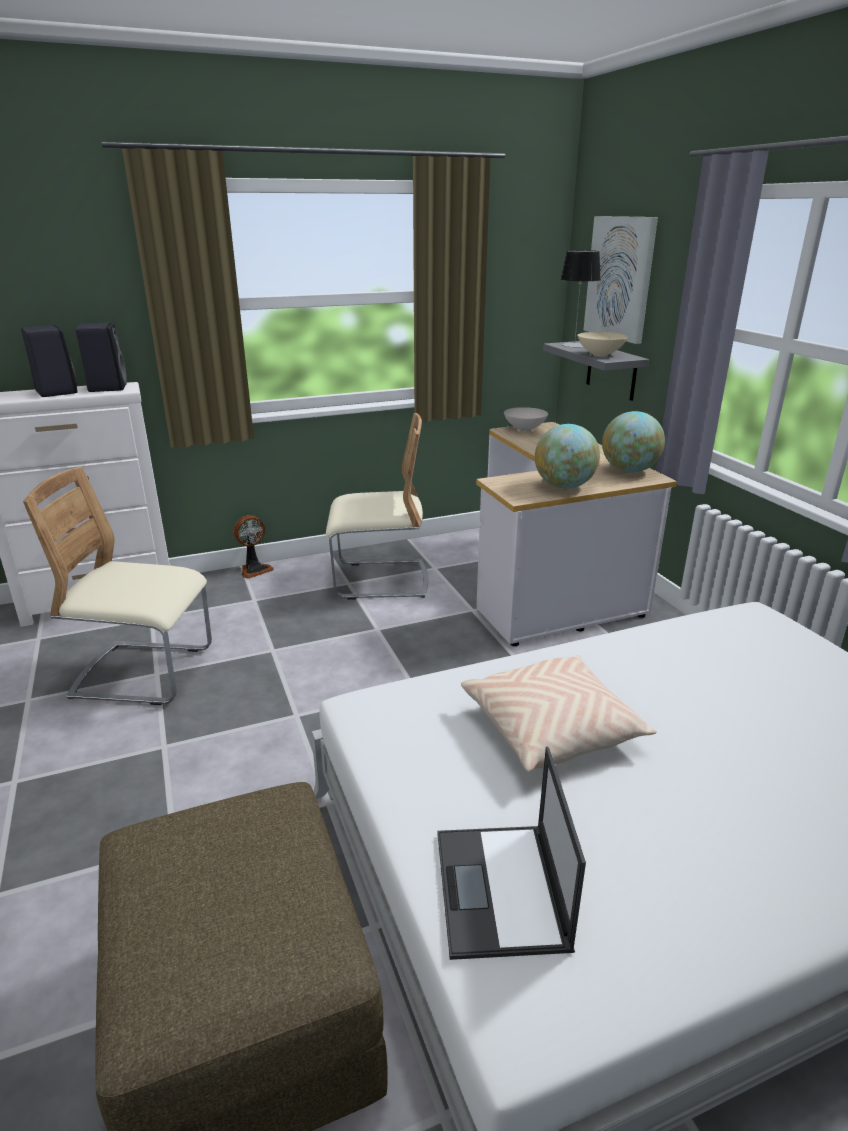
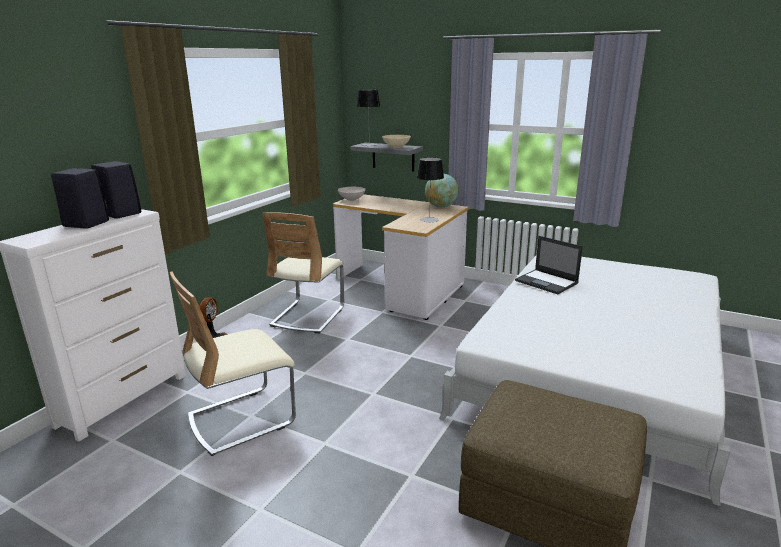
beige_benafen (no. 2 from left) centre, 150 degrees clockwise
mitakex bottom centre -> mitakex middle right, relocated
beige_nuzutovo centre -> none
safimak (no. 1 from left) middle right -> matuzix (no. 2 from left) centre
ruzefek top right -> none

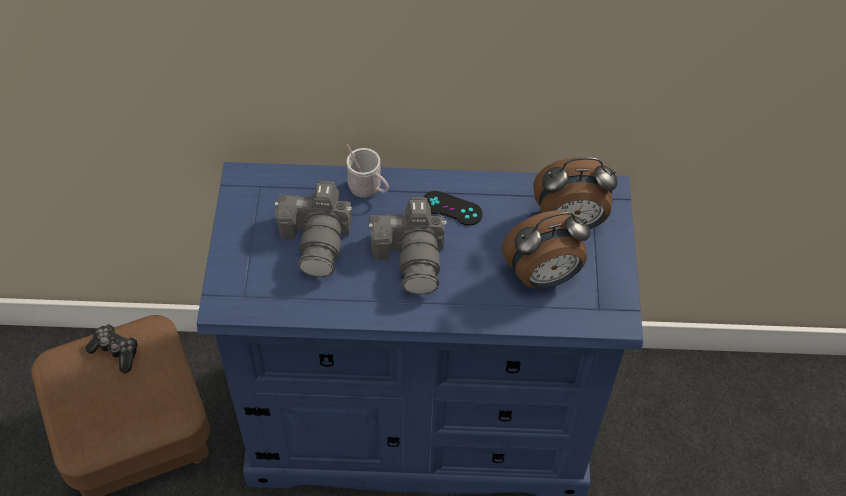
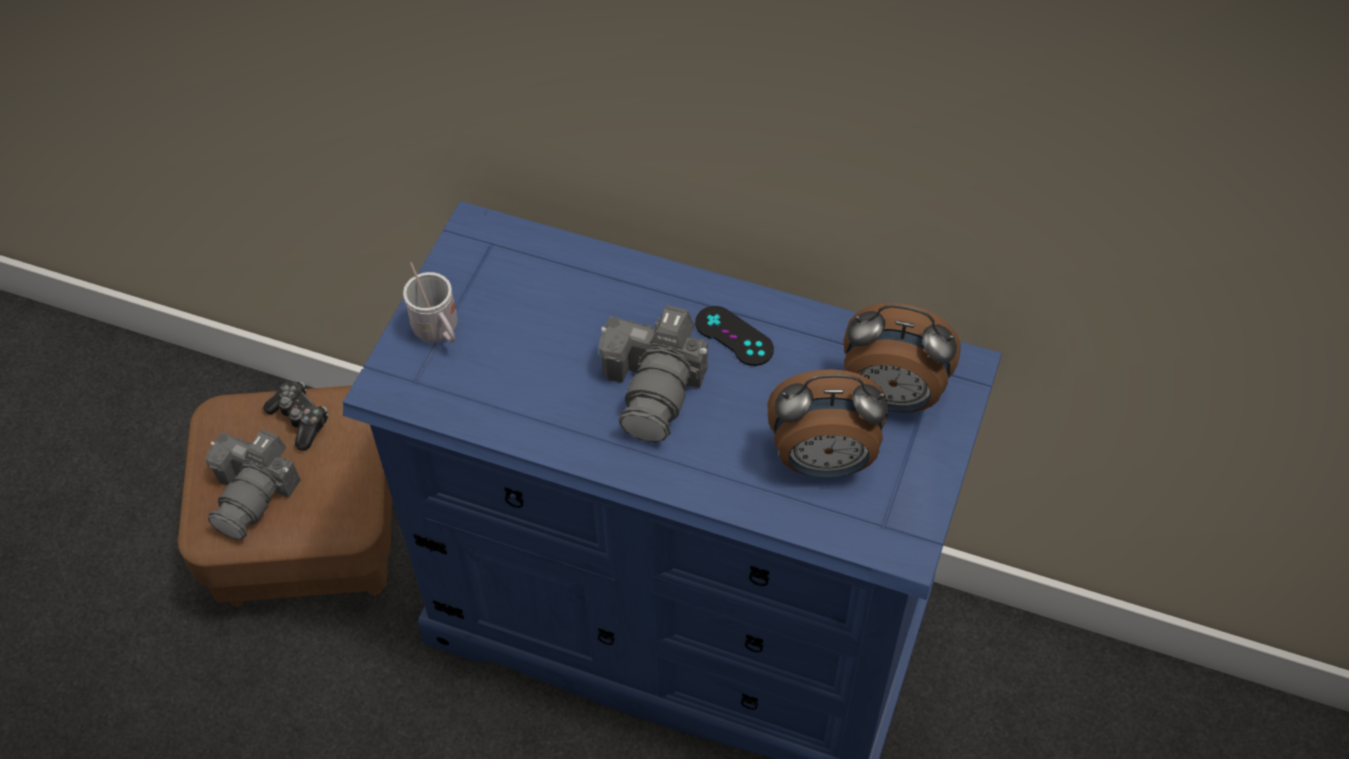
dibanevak (no. 1 from left) centre -> dibanevak (no. 1 from left) middle left, relocated
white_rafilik centre -> white_rafilik middle left, relocated

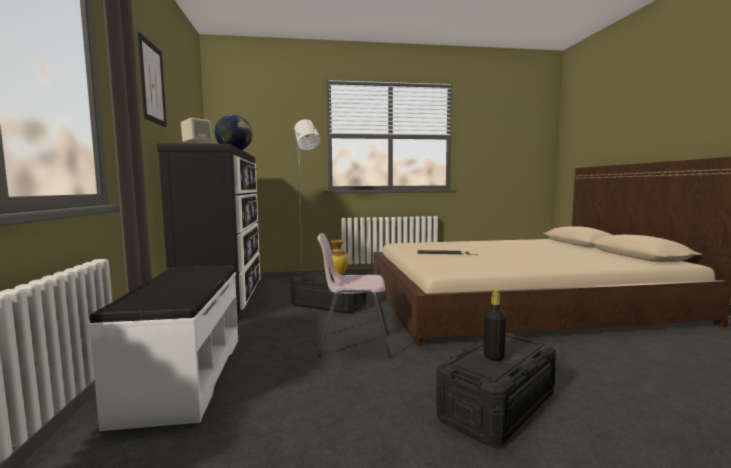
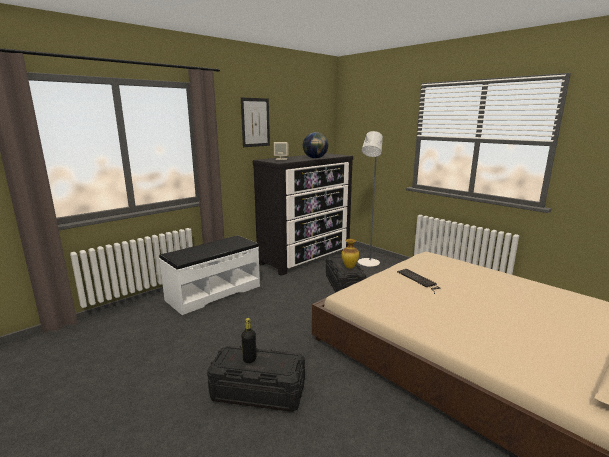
pink_benafen centre -> none

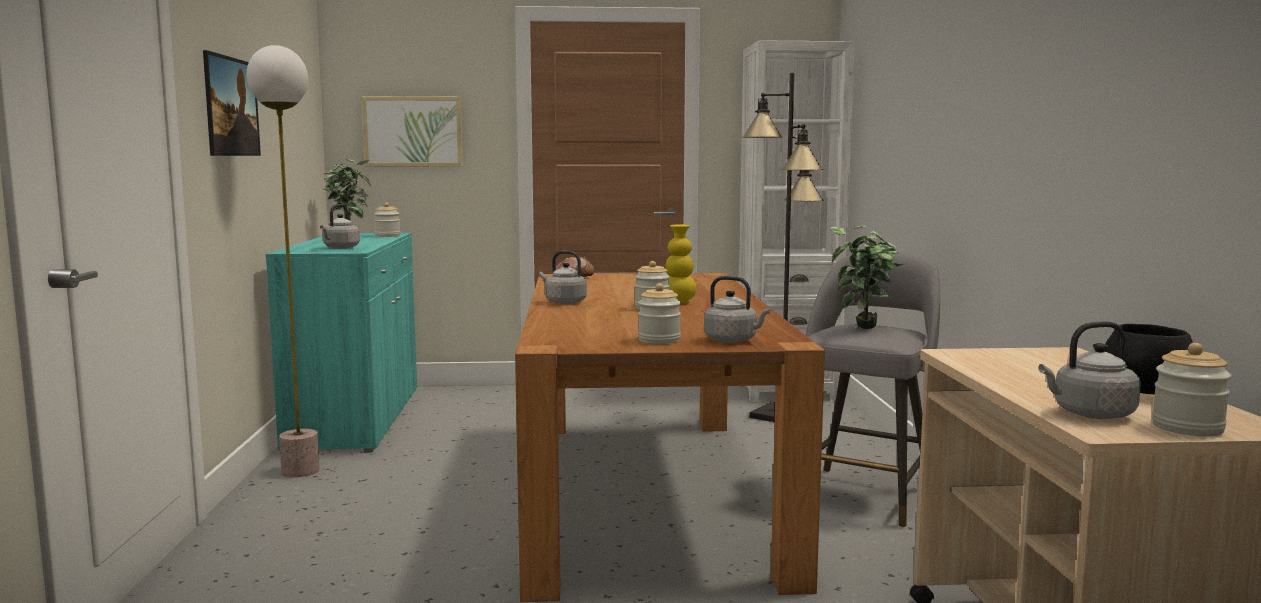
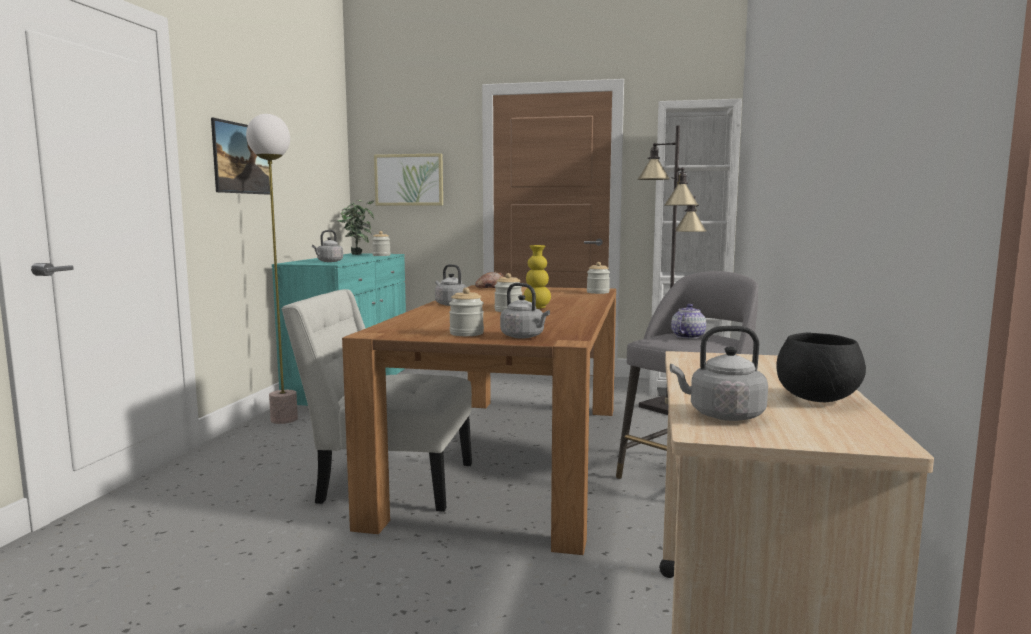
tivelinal (no. 2 from left) middle right -> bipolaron middle right
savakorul (no. 4 from left) middle right -> savakorul (no. 4 from left) centre, relocated
none -> white_benafen centre

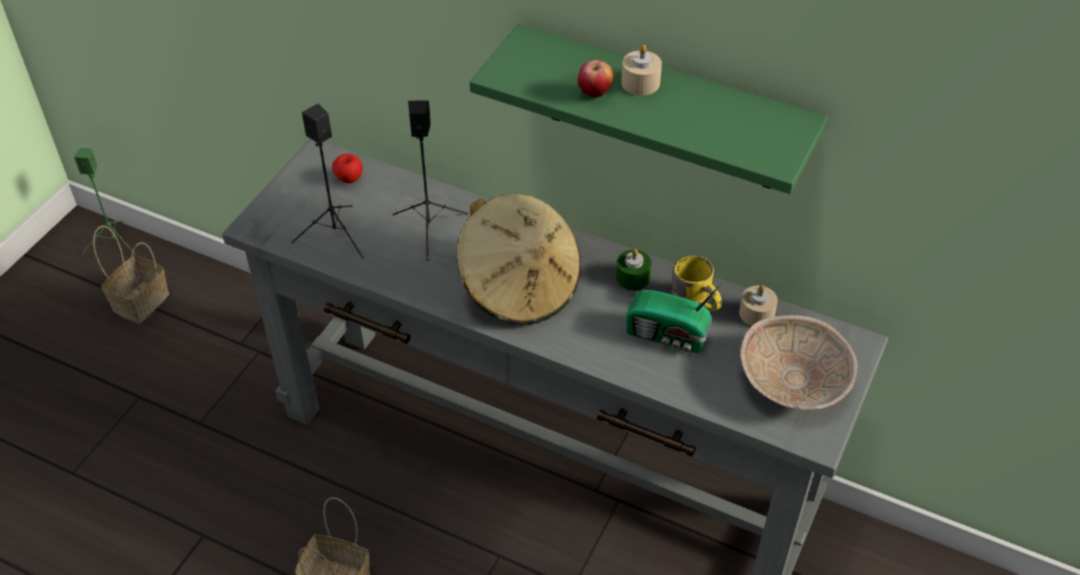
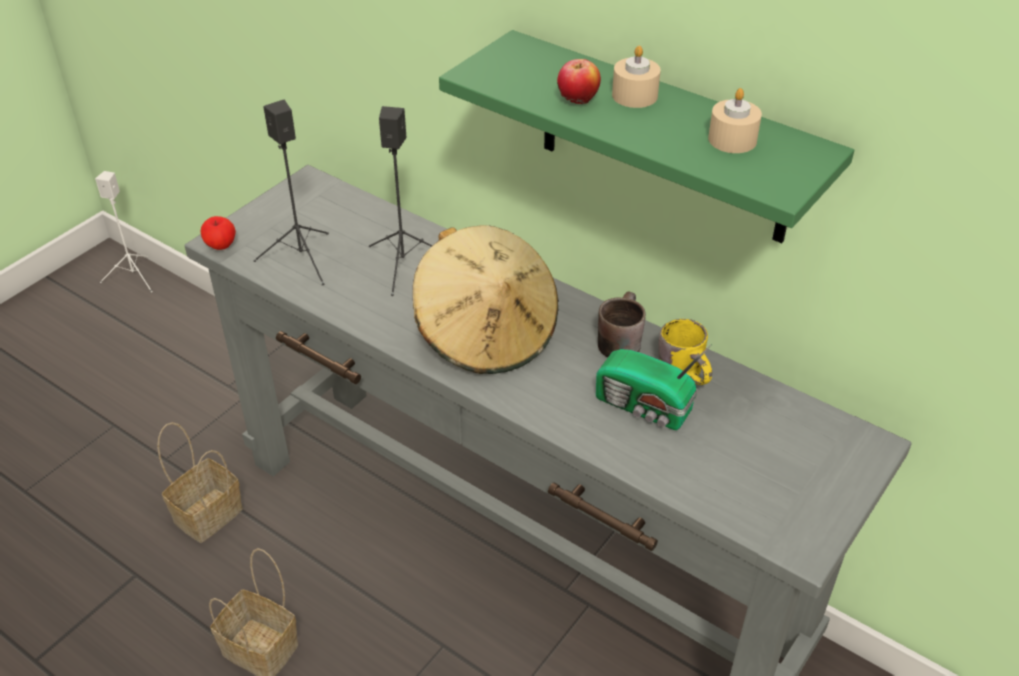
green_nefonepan middle left -> white_nefonepan middle left
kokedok (no. 1 from left) middle left -> kokedok (no. 1 from left) bottom left, relocated
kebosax (no. 1 from left) top left -> kebosax (no. 1 from left) middle left, relocated
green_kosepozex centre -> brown_rafilik centre
beige_kosepozex (no. 2 from left) middle right -> beige_kosepozex (no. 2 from left) top right, relocated
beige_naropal middle right -> none

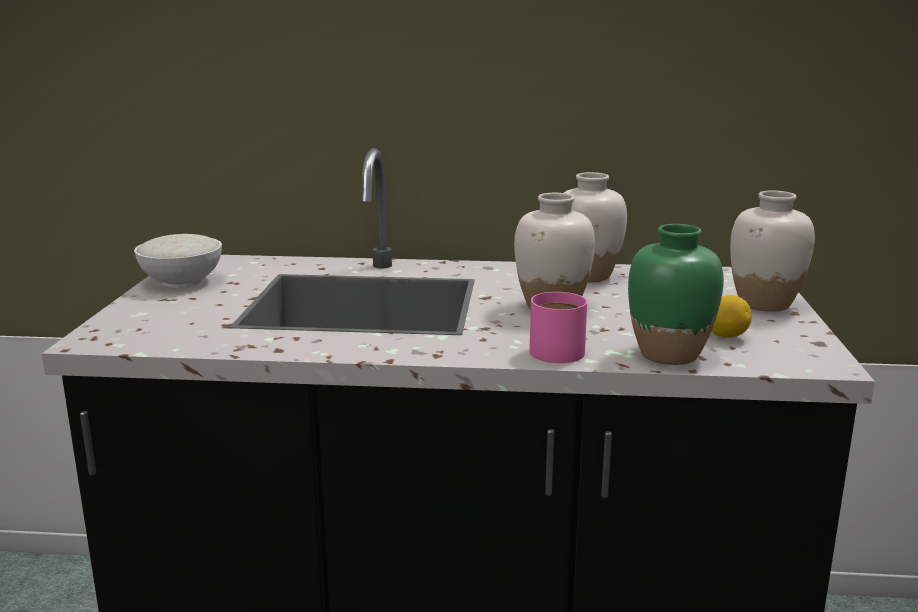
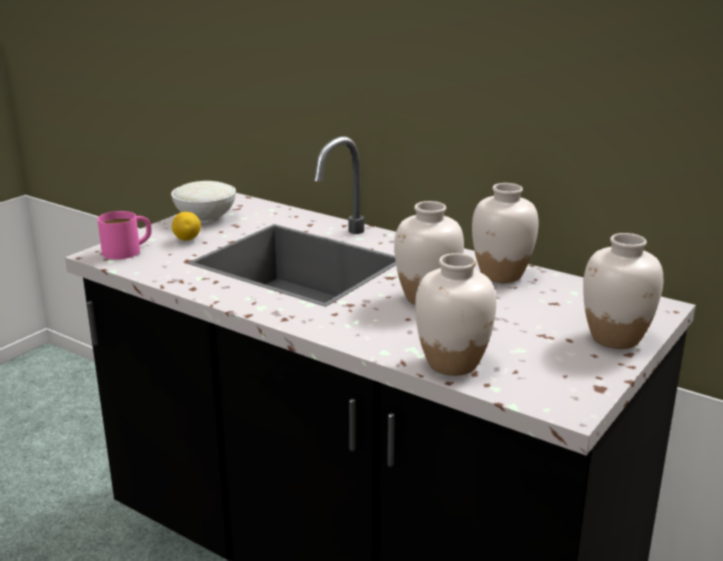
pink_rafilik centre -> pink_rafilik middle left, relocated
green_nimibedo middle right -> white_nimibedo (no. 2 from left) centre
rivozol middle right -> rivozol middle left, relocated

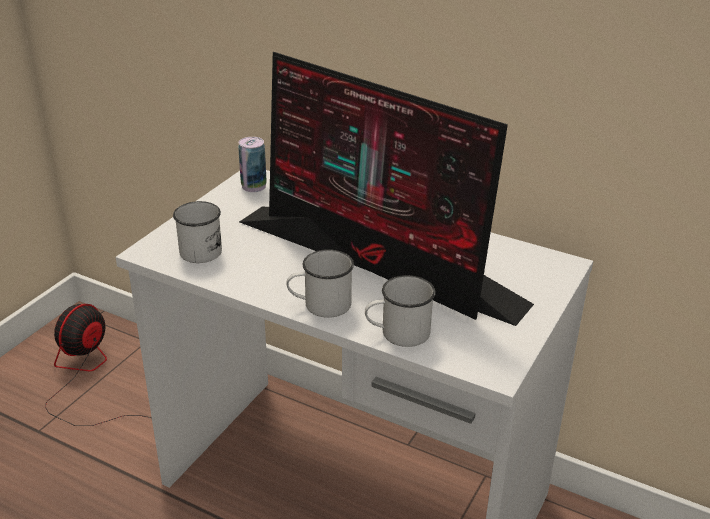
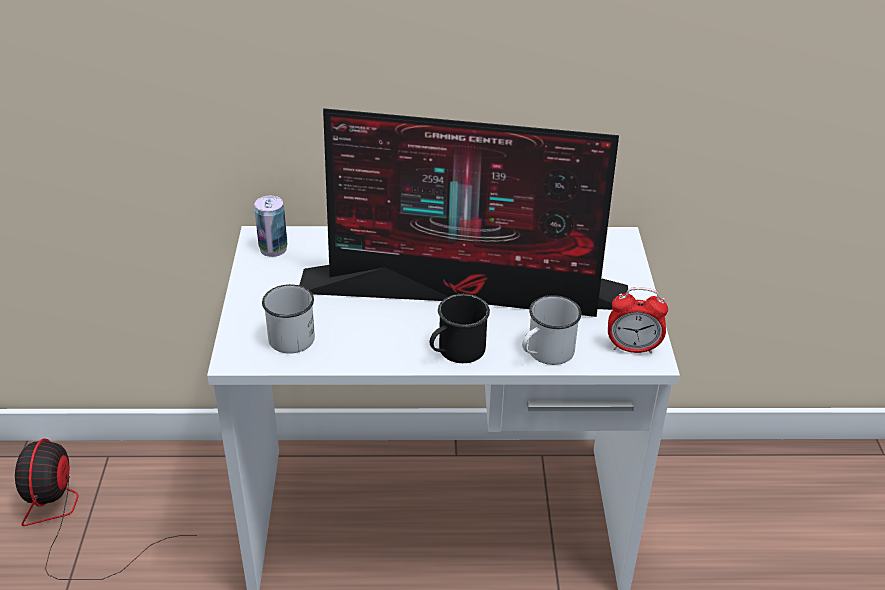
white_rafilik (no. 2 from left) centre -> black_rafilik centre
none -> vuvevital middle right

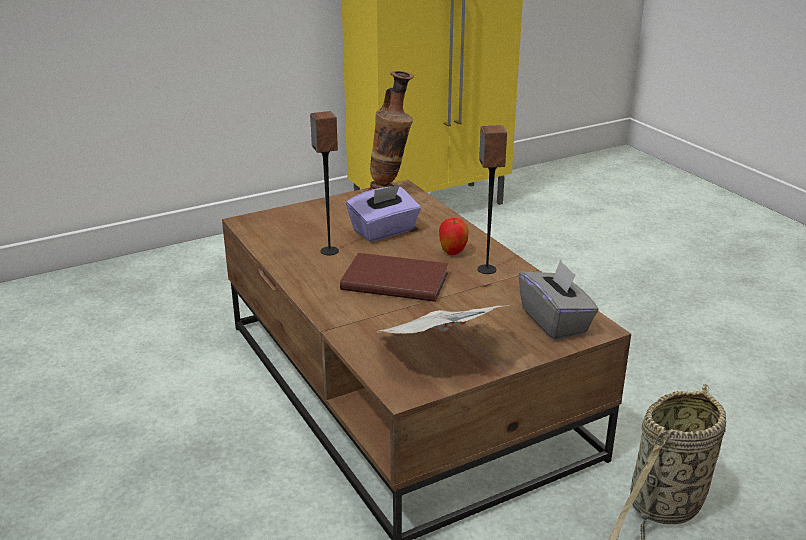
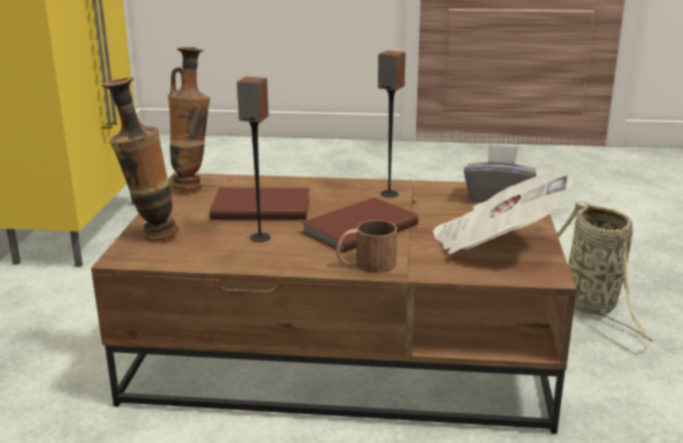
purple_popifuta centre -> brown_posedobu (no. 1 from left) centre
kebosax centre -> none
none -> nimibedo (no. 1 from left) middle left
none -> brown_rafilik centre

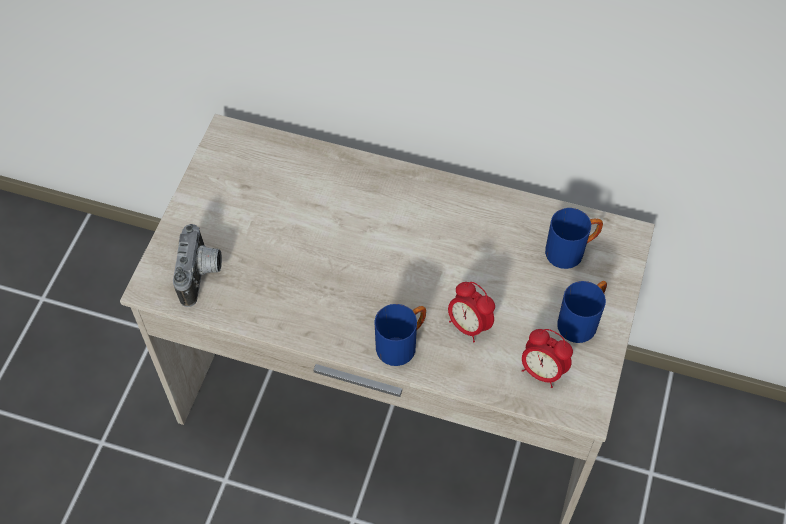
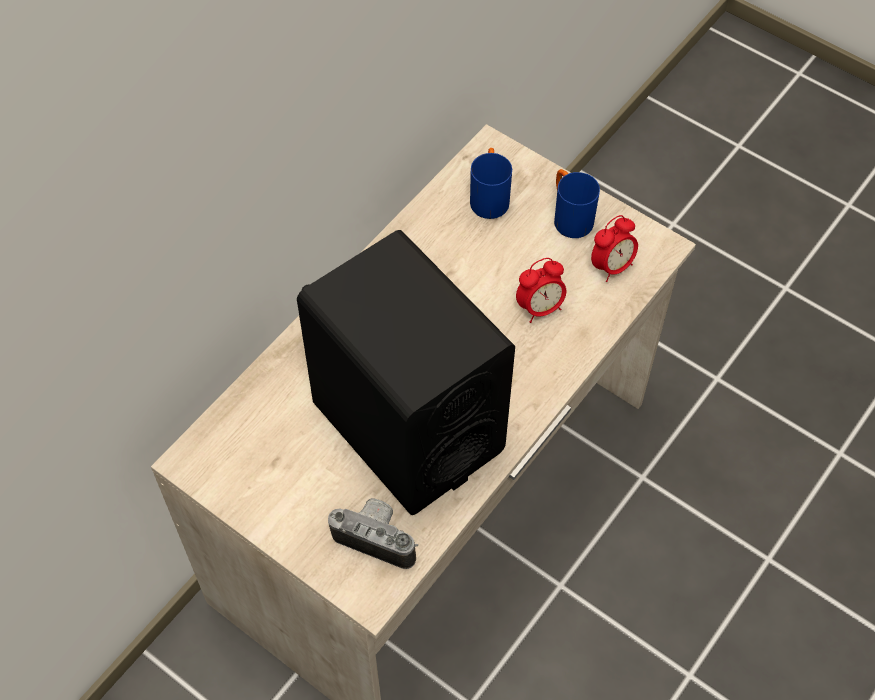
blue_rafilik (no. 1 from left) centre -> none
none -> black_nefonepan centre

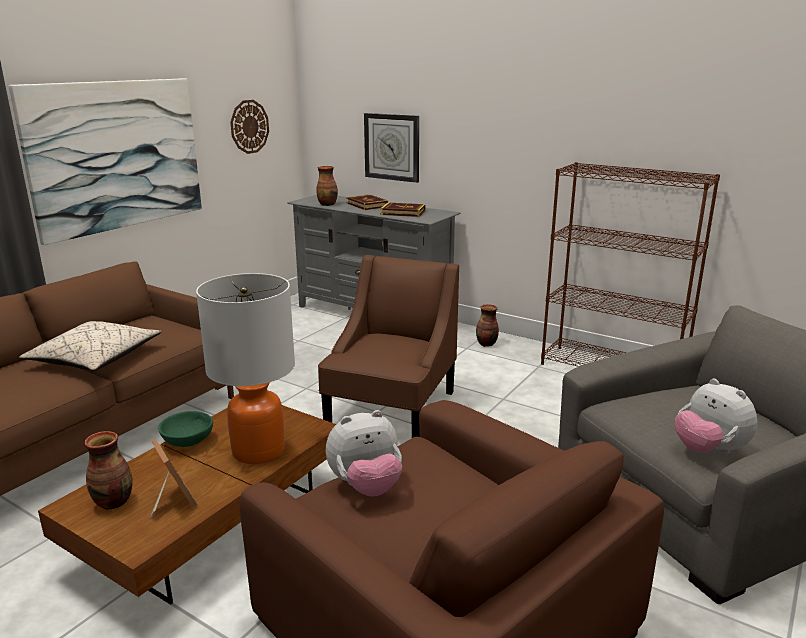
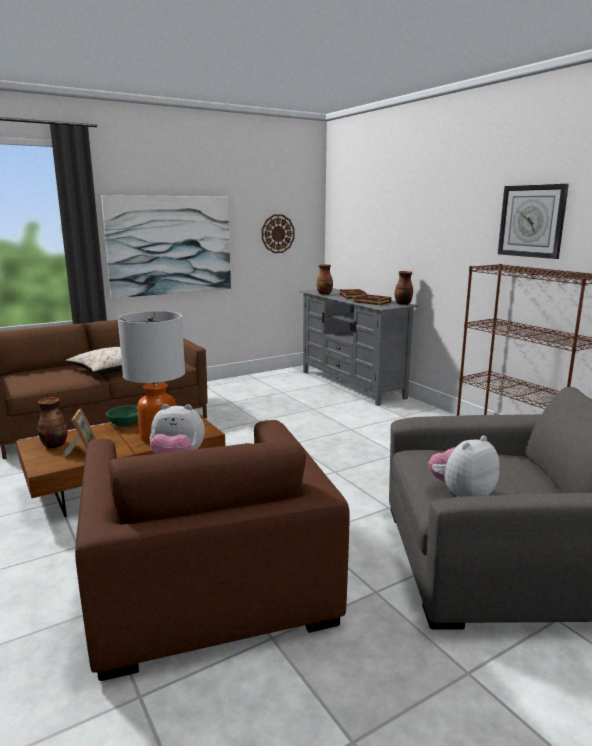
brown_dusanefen (no. 1 from left) centre -> none
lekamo (no. 2 from left) top centre -> lekamo (no. 2 from left) top right, relocated
nimibedo (no. 3 from left) centre -> nimibedo (no. 3 from left) middle right, relocated
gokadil (no. 2 from left) middle right, 60 degrees clockwise

